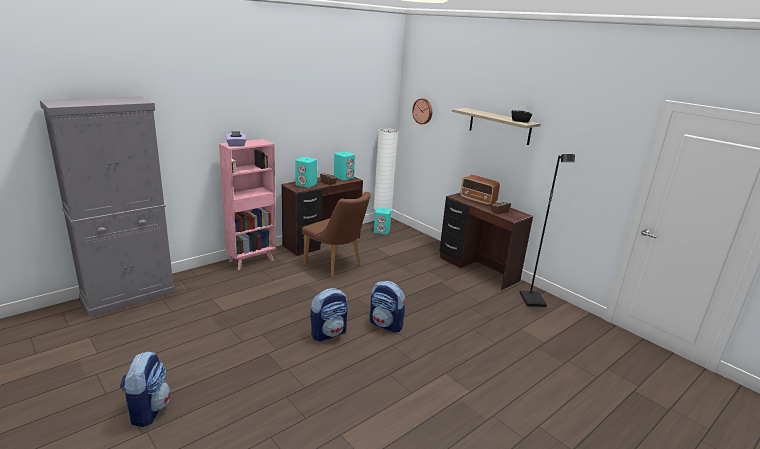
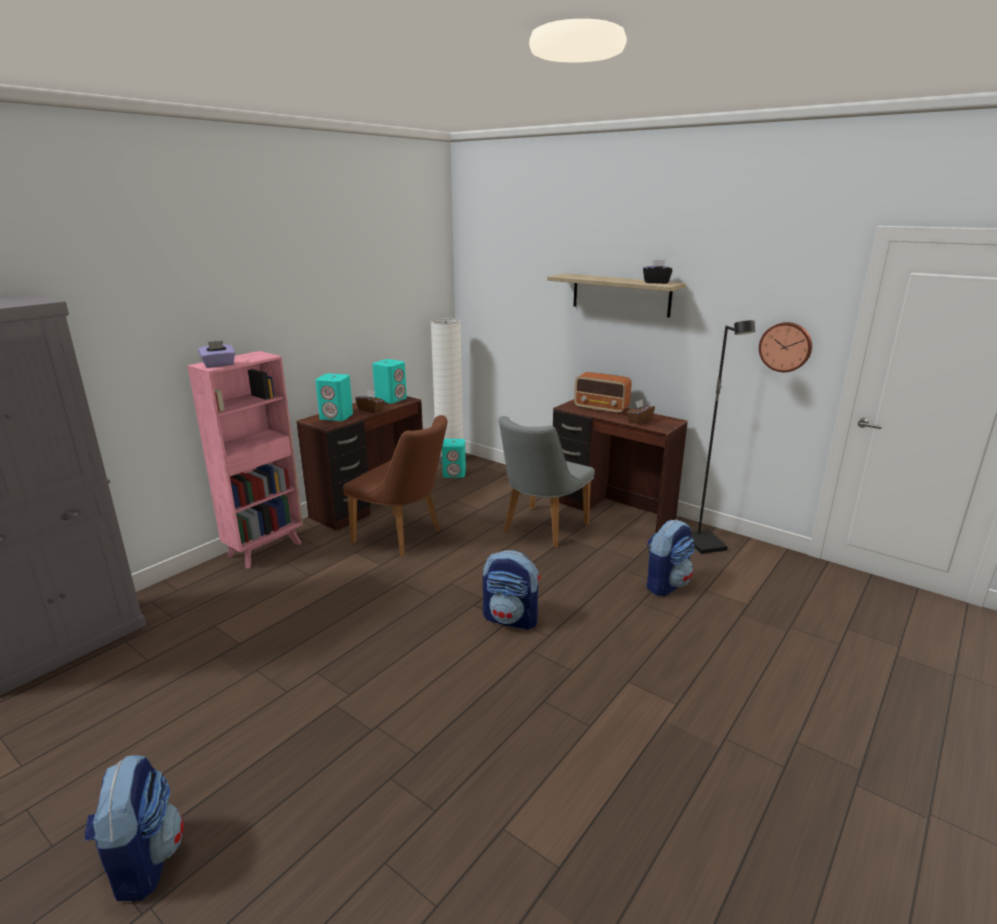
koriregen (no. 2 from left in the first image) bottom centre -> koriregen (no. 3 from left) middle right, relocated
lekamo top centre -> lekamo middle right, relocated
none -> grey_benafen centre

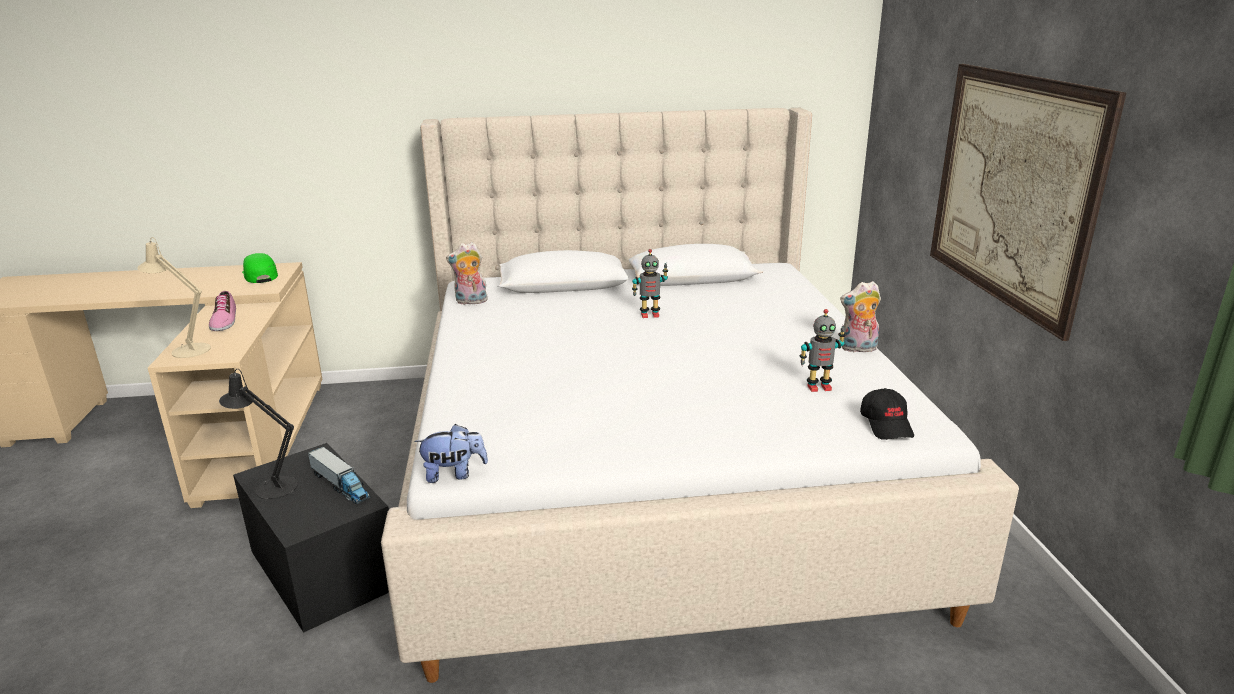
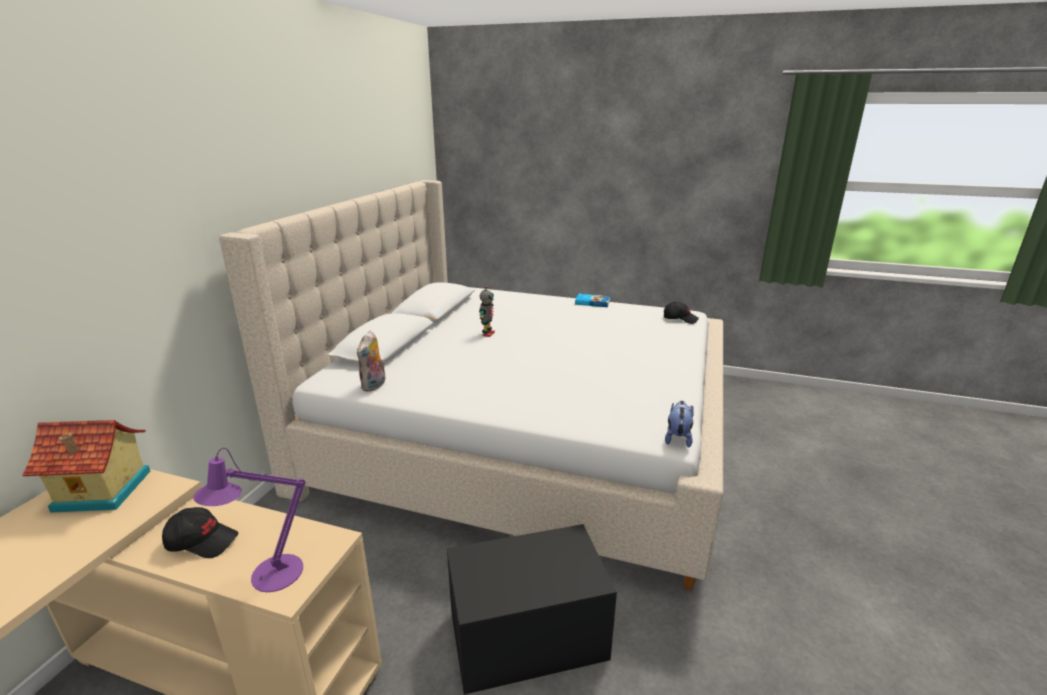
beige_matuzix middle left -> purple_matuzix bottom left
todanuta middle left -> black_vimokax (no. 1 from left) bottom left
black_matuzix middle left -> none
green_vimokax middle left -> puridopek bottom left
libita bottom left -> none
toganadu (no. 2 from left) middle right -> none
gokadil (no. 3 from left) middle right -> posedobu centre
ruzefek top right -> none

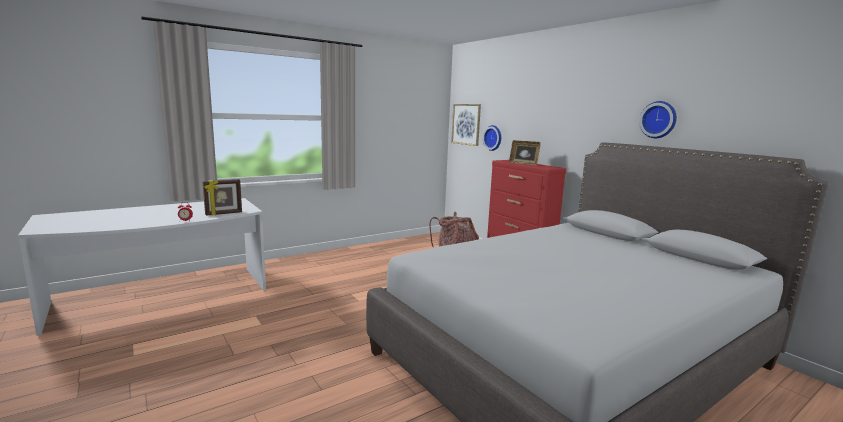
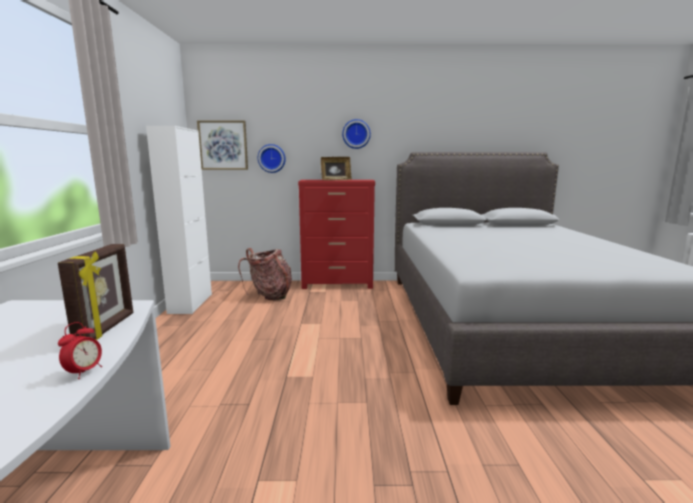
lekamo (no. 2 from left) top right -> lekamo (no. 2 from left) top centre, relocated
none -> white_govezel middle left

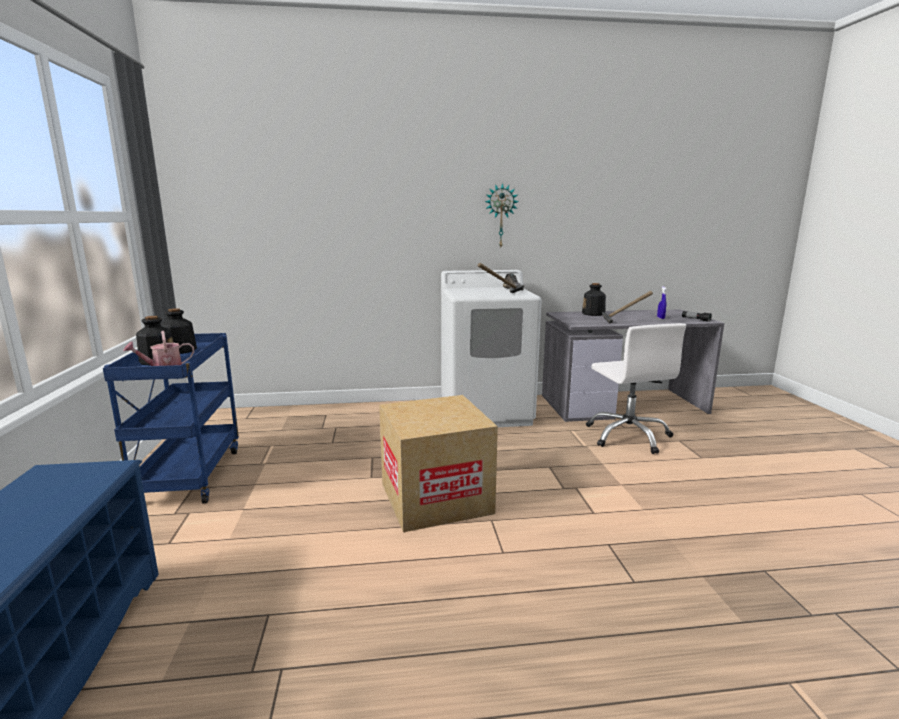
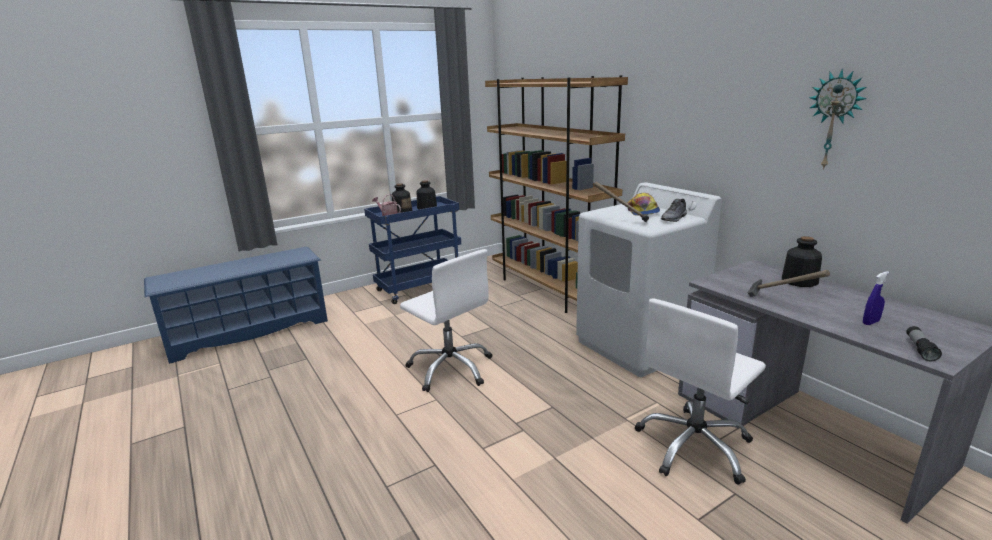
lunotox centre -> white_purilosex (no. 1 from left) centre
lekamo top centre -> lekamo top right, relocated
none -> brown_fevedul centre
none -> vimokax centre

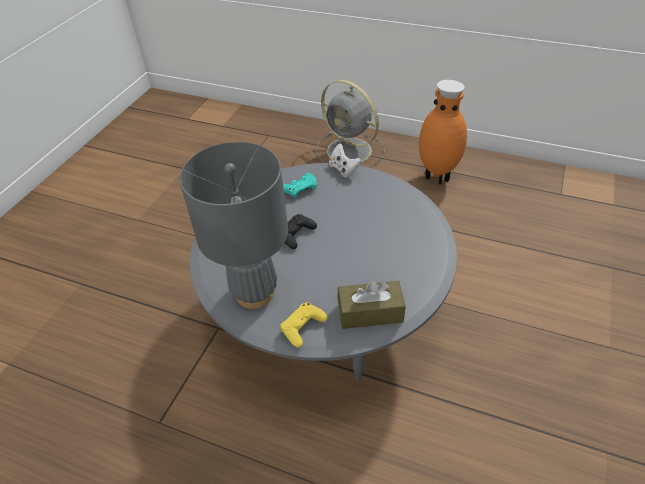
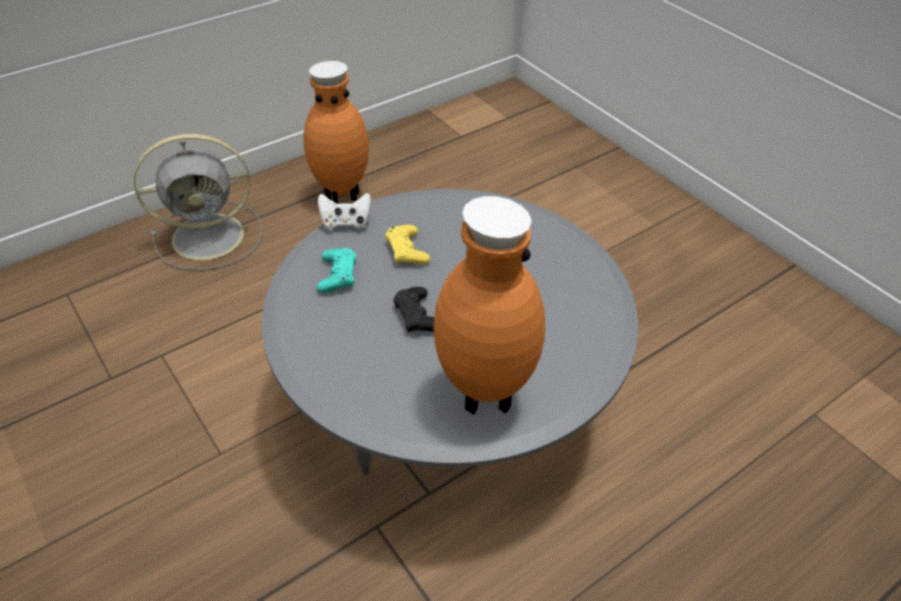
grey_matuzix centre -> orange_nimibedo (no. 2 from left) centre
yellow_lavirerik bottom centre -> yellow_lavirerik centre, relocated
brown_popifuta centre -> none

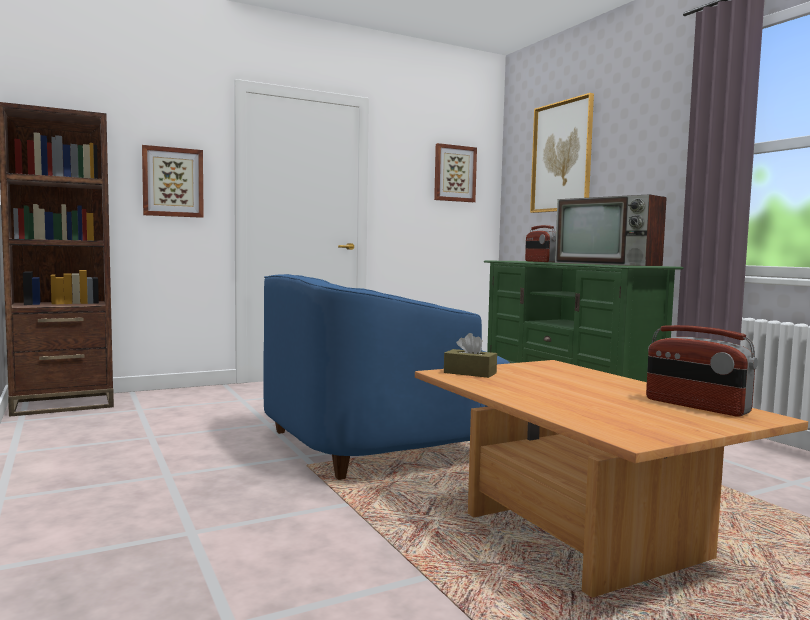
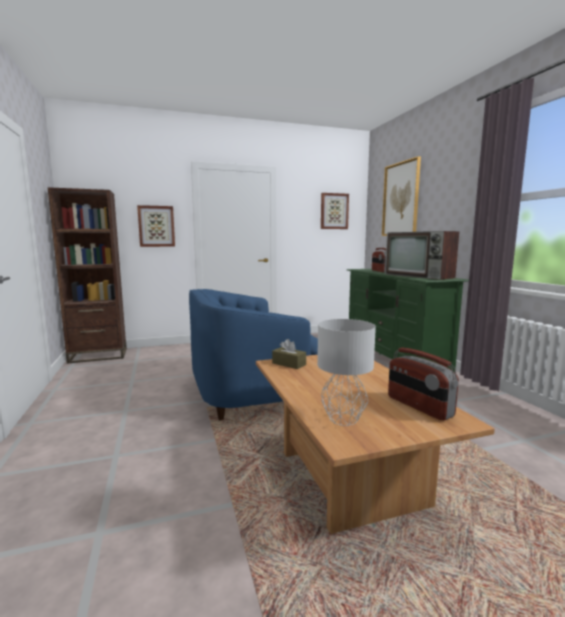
none -> grey_matuzix centre

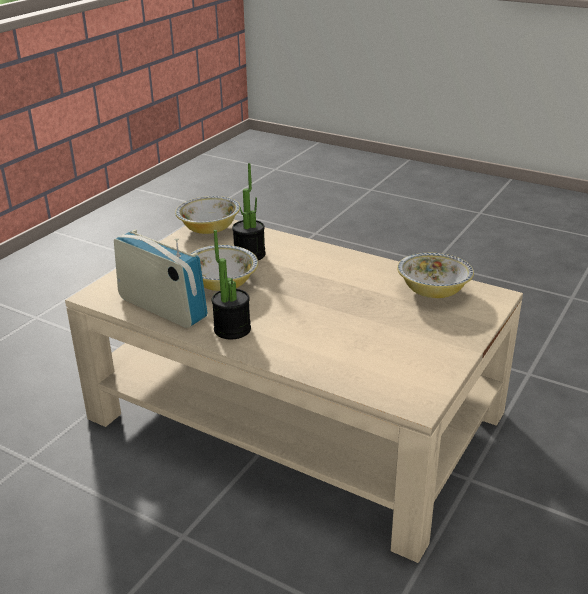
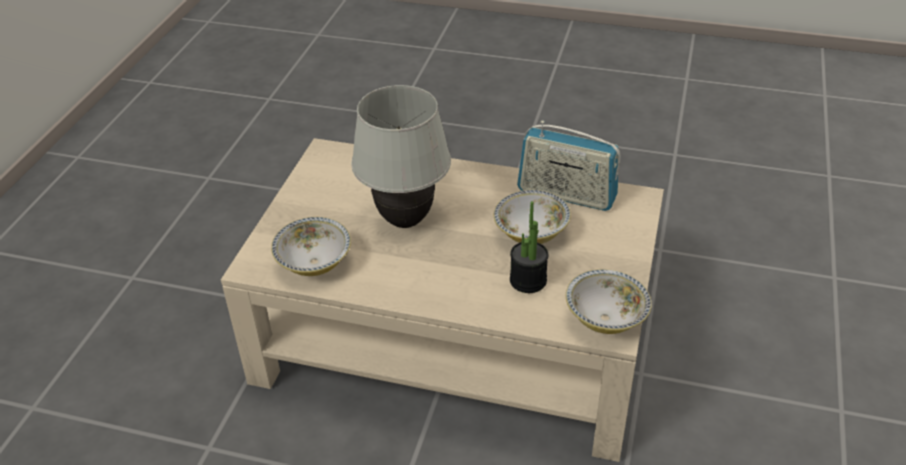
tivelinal (no. 1 from left) centre -> none
none -> white_matuzix centre

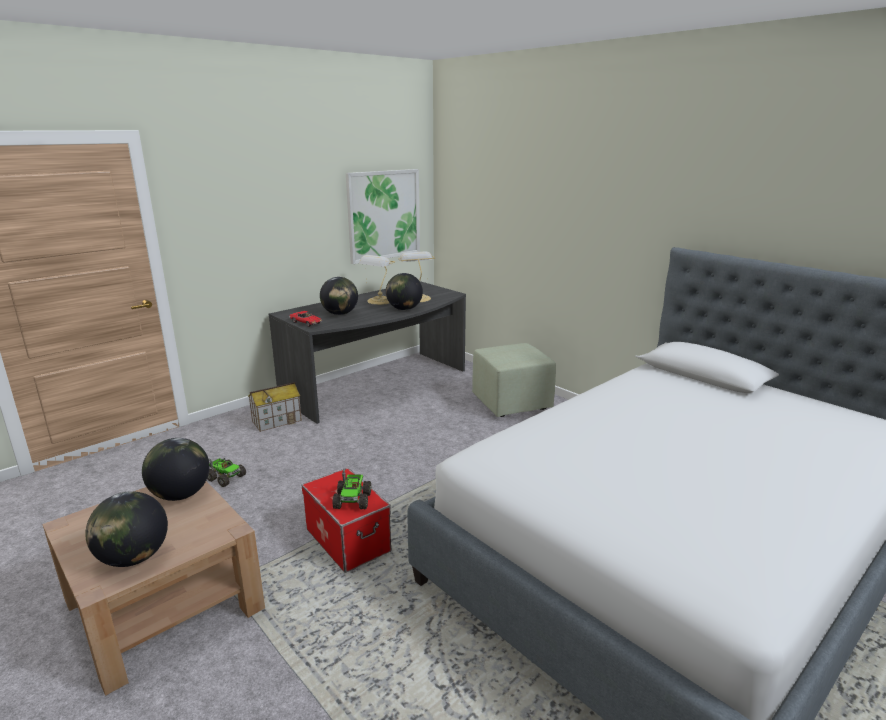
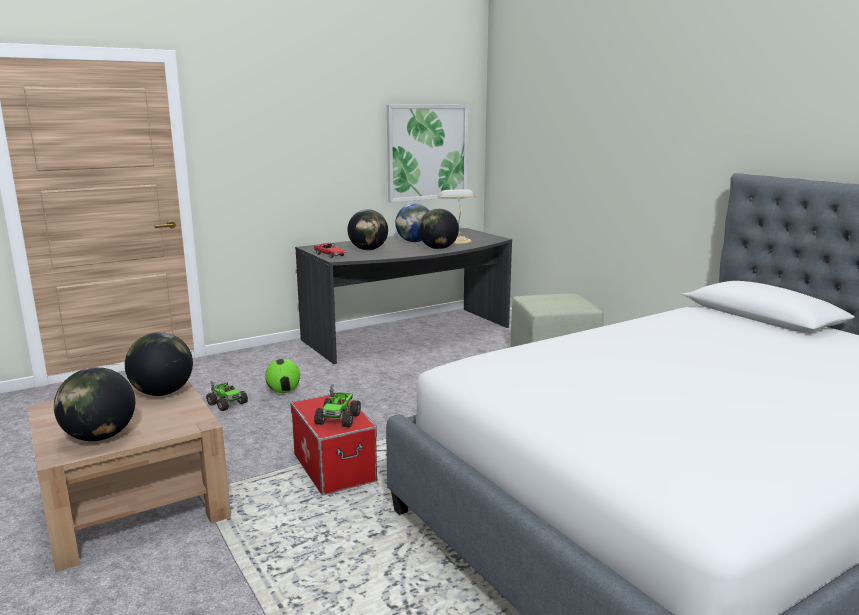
puridopek middle left -> none
matuzix (no. 1 from left) centre -> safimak (no. 4 from left) centre
none -> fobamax middle left

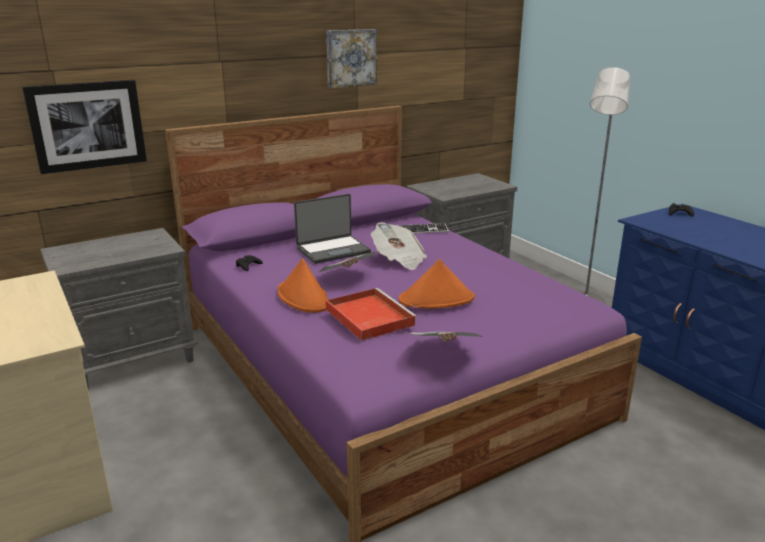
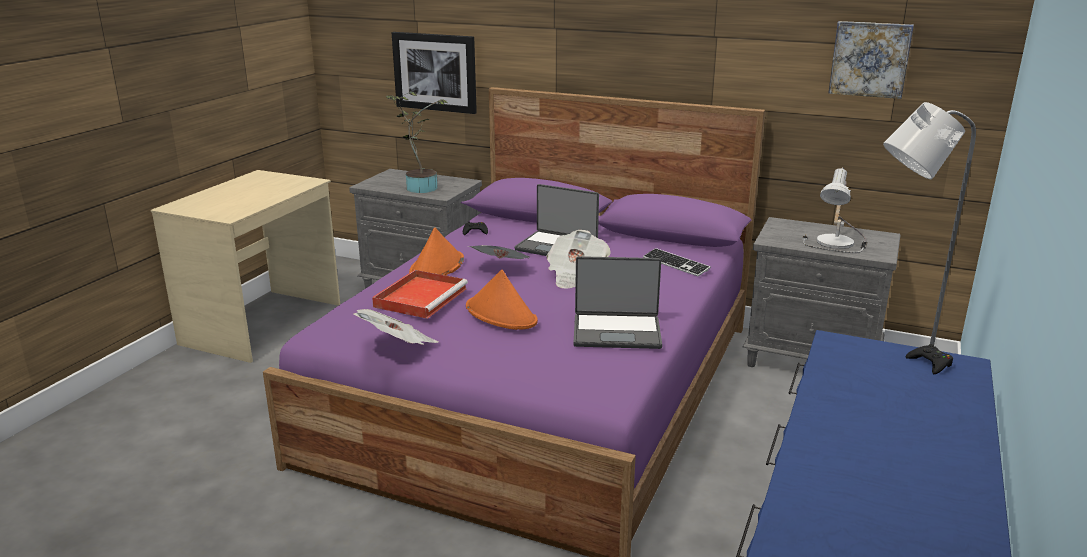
ruzefek (no. 2 from left) top centre -> ruzefek (no. 2 from left) top right, relocated
none -> tivelinal top centre
none -> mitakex (no. 2 from left) centre
none -> matuzix middle right

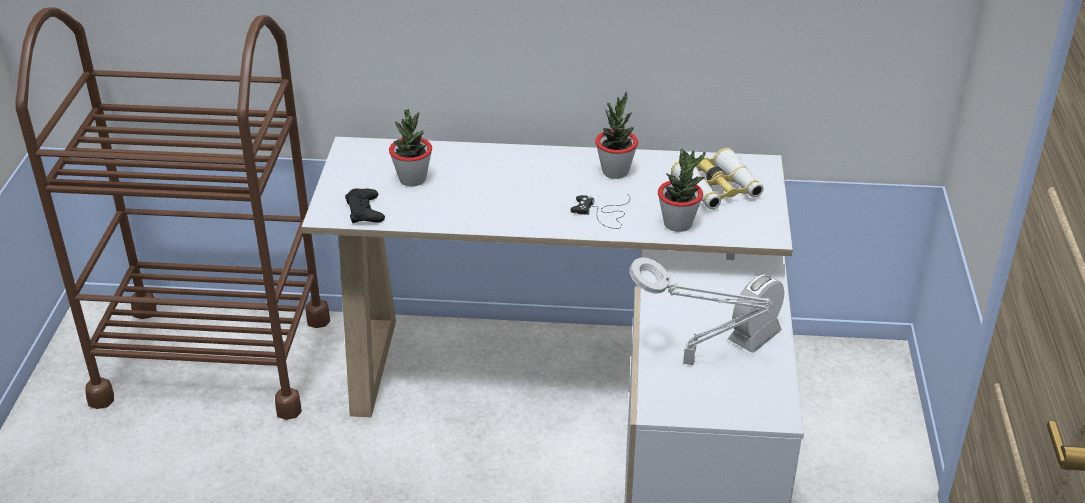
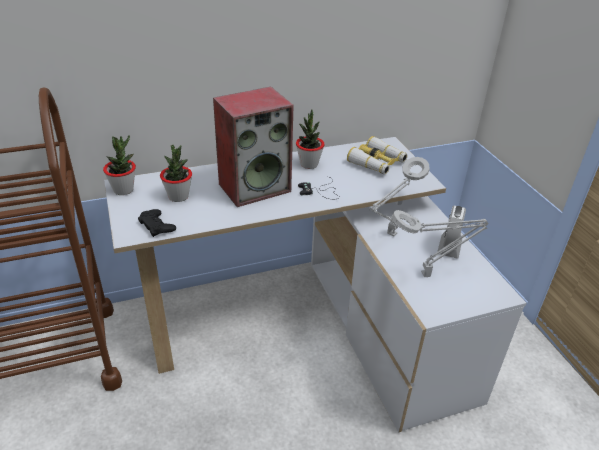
tivelinal (no. 3 from left in the first image) centre -> tivelinal (no. 1 from left) middle left, relocated
none -> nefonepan top centre
none -> grey_matuzix (no. 1 from left) centre

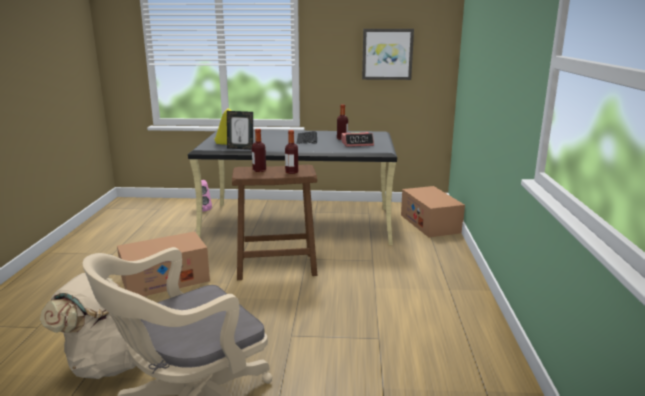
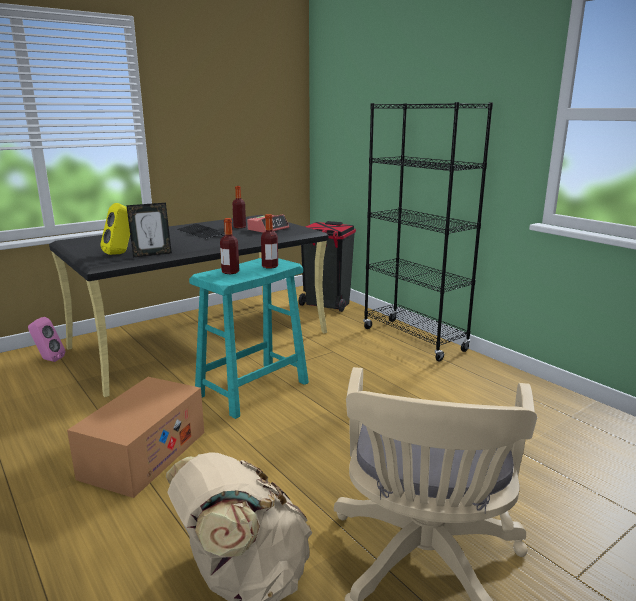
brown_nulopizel centre -> turquoise_nulopizel centre
ruzefek top centre -> none
lunotox (no. 2 from left) middle right -> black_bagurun centre
none -> black_fevedul middle right

